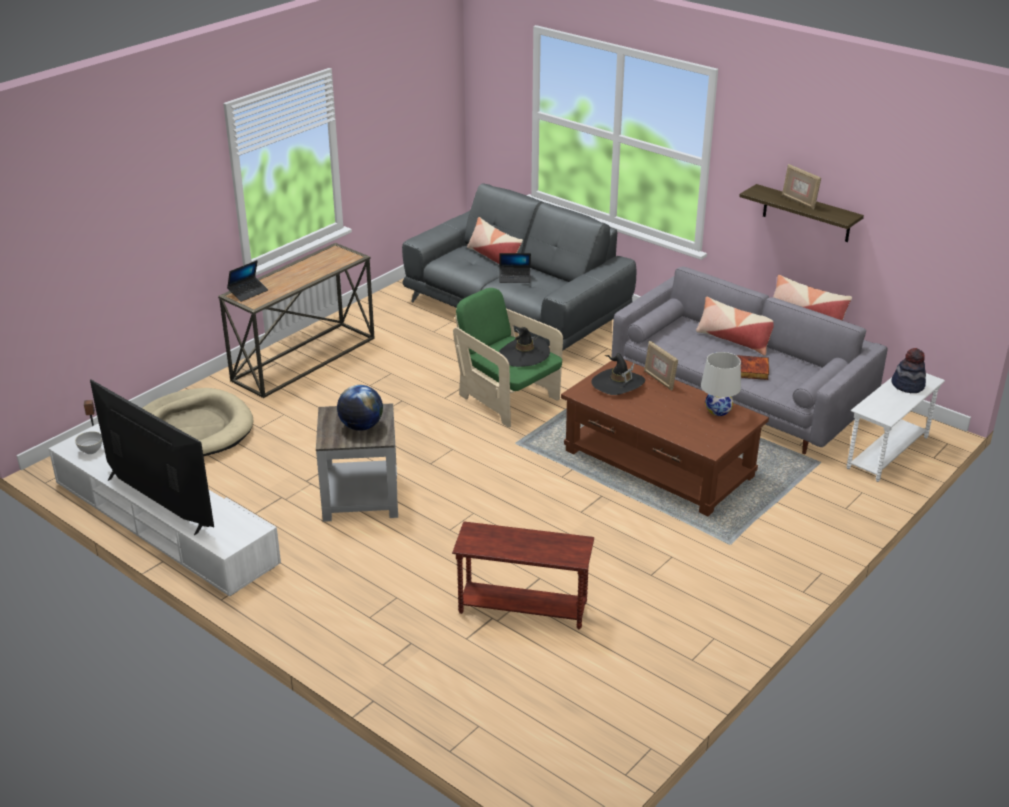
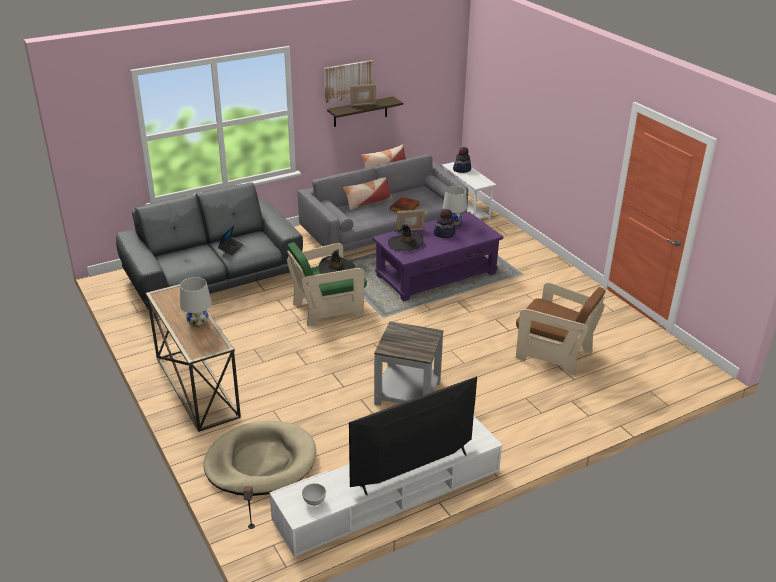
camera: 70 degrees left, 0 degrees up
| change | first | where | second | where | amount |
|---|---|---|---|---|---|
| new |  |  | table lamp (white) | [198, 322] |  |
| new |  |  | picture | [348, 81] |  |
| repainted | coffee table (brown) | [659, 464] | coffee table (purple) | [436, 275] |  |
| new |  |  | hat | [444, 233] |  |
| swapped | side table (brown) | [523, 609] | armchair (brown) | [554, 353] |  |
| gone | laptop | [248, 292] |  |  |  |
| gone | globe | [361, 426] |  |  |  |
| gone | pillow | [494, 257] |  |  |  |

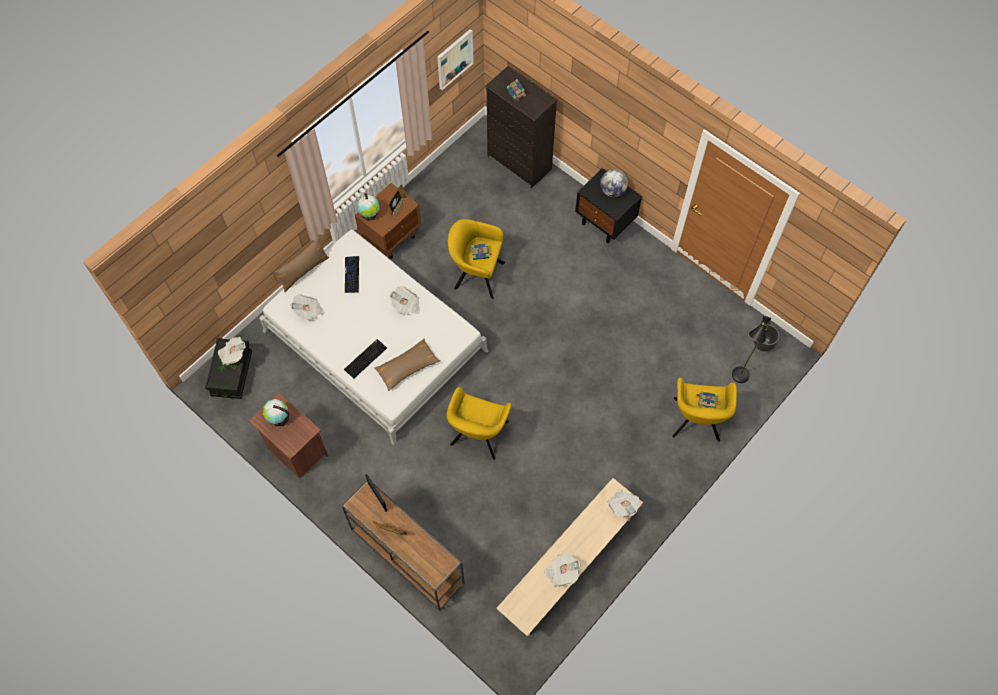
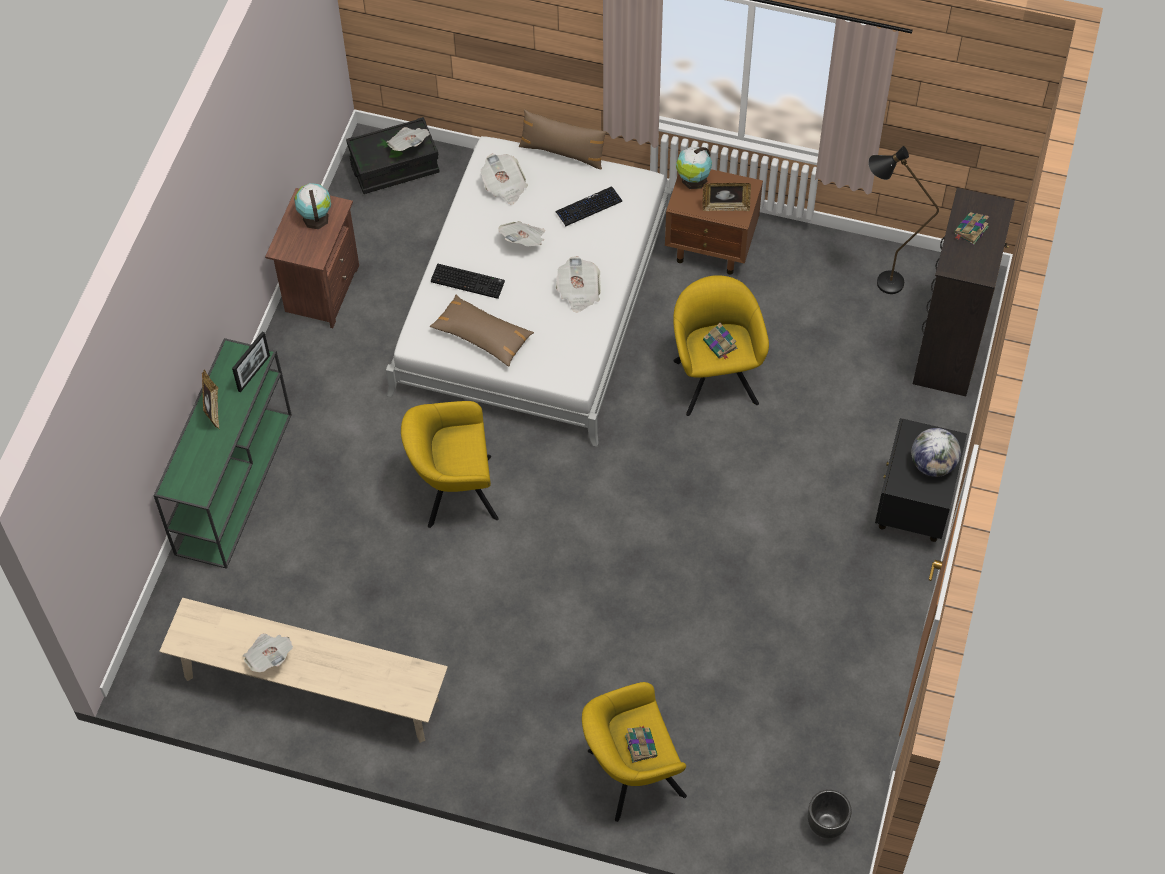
camera: 65 degrees right, 5 degrees down
| change | first | where | second | where | amount |
|---|---|---|---|---|---|
| repainted | console table (brown) | [406, 555] | console table (green) | [234, 482] |  |
| shifted | newspaper | [623, 505] |  | [524, 241] |  |
| shifted | floor lamp (black) | [737, 380] |  | [879, 282] |  |
| gone | picture | [454, 59] |  |  |  |

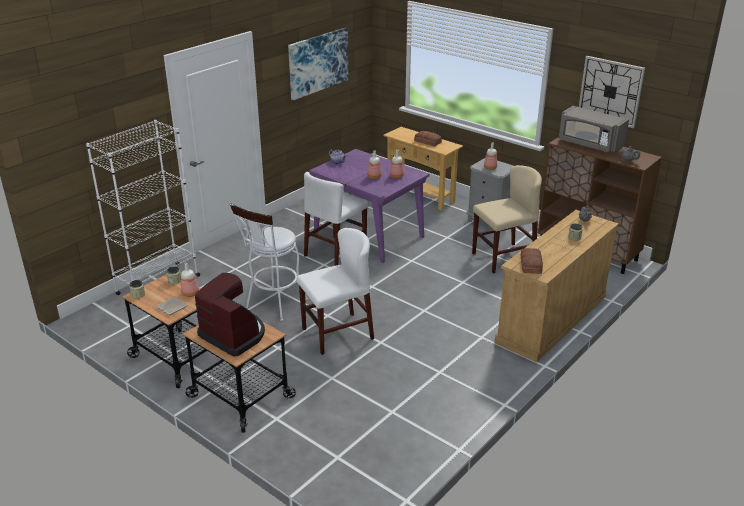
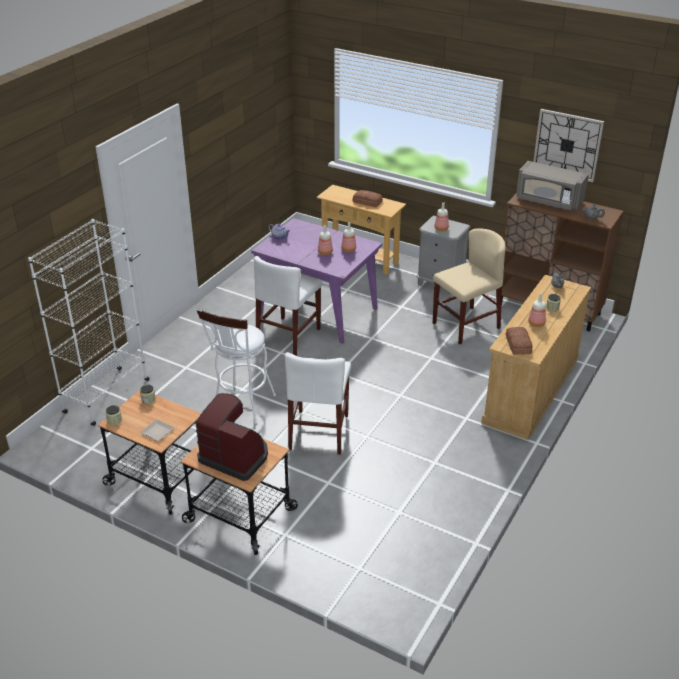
camera: 10 degrees left, 5 degrees up
| change | first | where | second | where | amount |
|---|---|---|---|---|---|
| rotated | chair (white) | [337, 333] |  | [319, 431] | 135 degrees clockwise |
| shifted | bottle | [190, 293] |  | [536, 323] |  |
| gone | picture | [318, 62] |  |  |  |

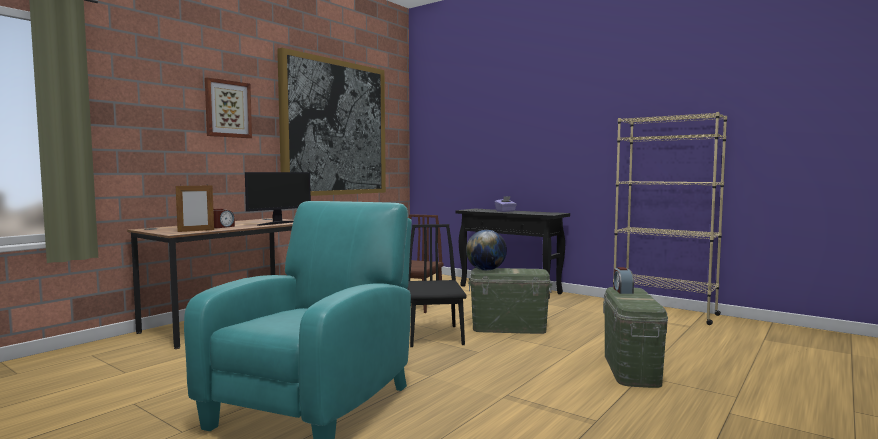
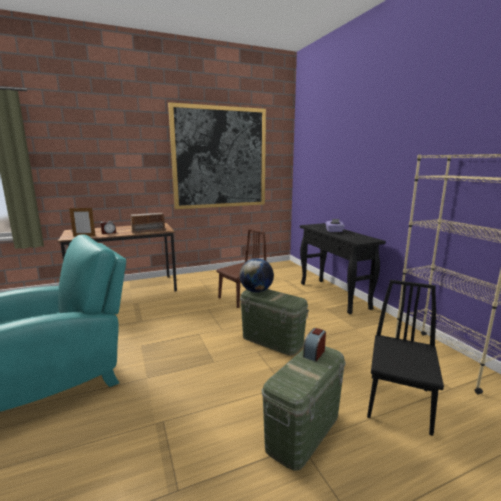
camera: 30 degrees right, 10 degrees up
| change | first | where | second | where | amount |
|---|---|---|---|---|---|
| swapped | monitor | [279, 223] | radio | [148, 231] |  |
| shifted | chair (black) | [434, 336] |  | [398, 402] |  |
| gone | picture | [227, 109] |  |  |  |

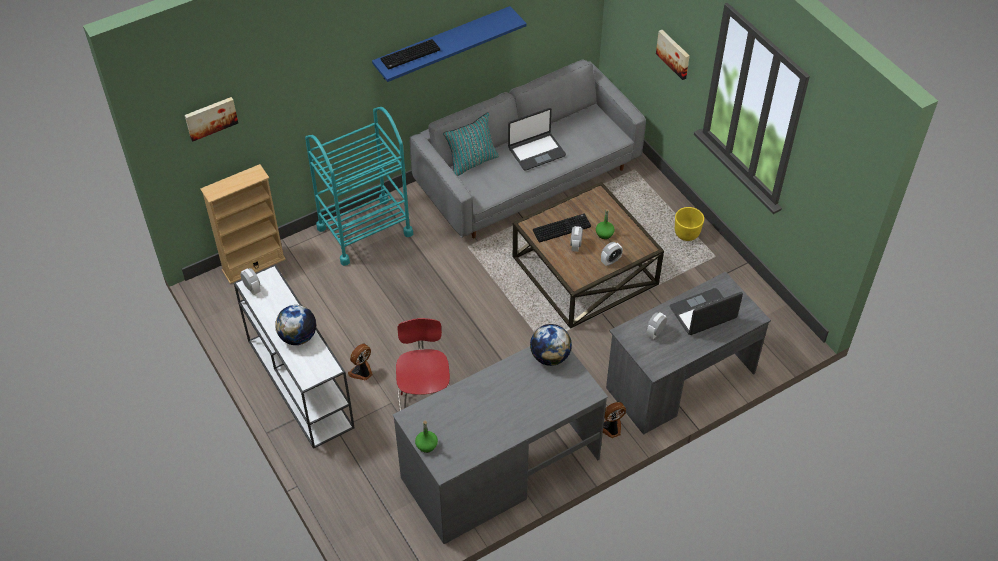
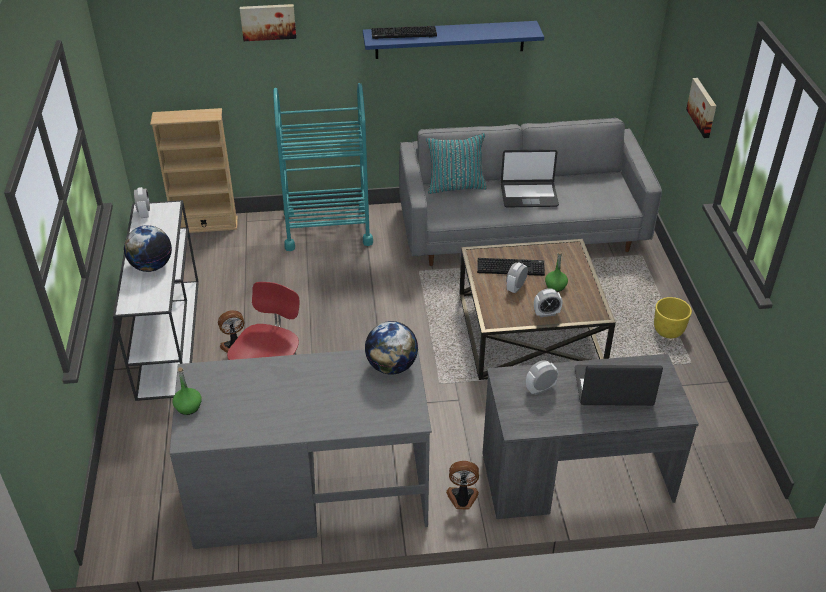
camera: 25 degrees right, 10 degrees down
| change | first | where | second | where | amount |
|---|---|---|---|---|---|
| shifted | picture | [210, 117] |  | [268, 21] |  |

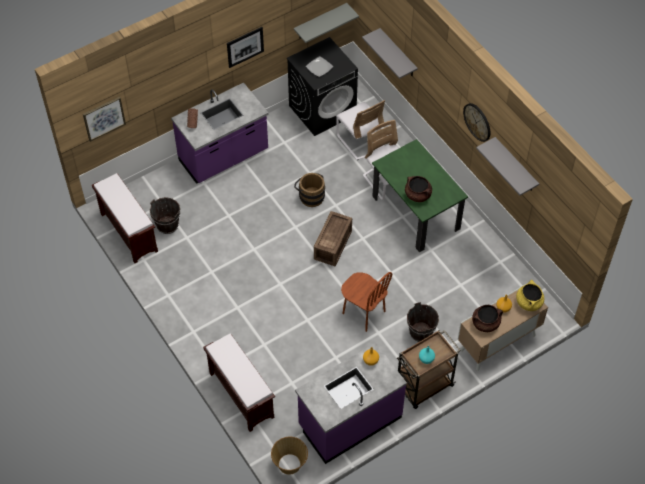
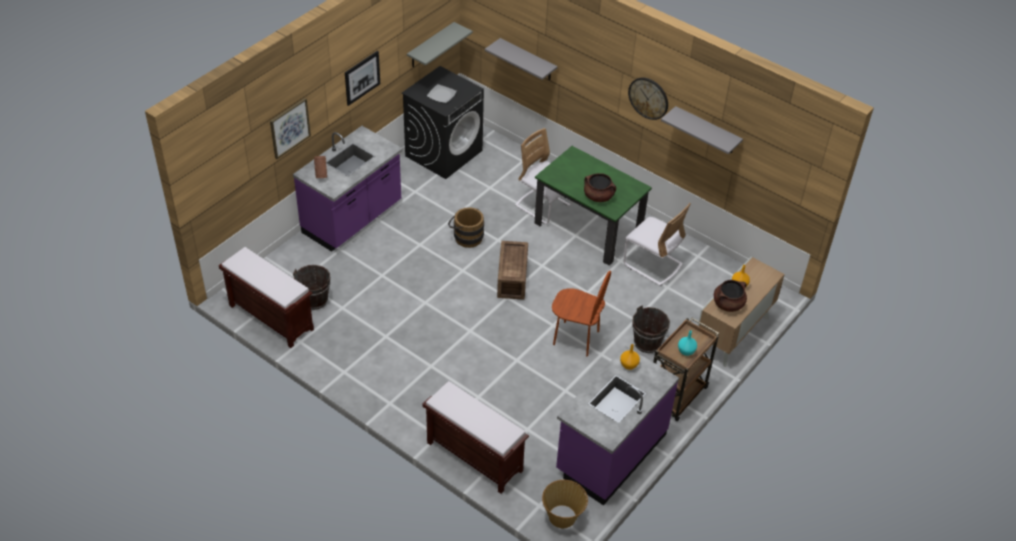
camera: 20 degrees left, 10 degrees down
| change | first | where | second | where | amount |
|---|---|---|---|---|---|
| shifted | picture | [104, 118] |  | [289, 128] |  |
| shifted | chair (white) | [360, 141] |  | [652, 264] |  |
| gone | cooking pot (yellow) | [528, 302] |  |  |  |

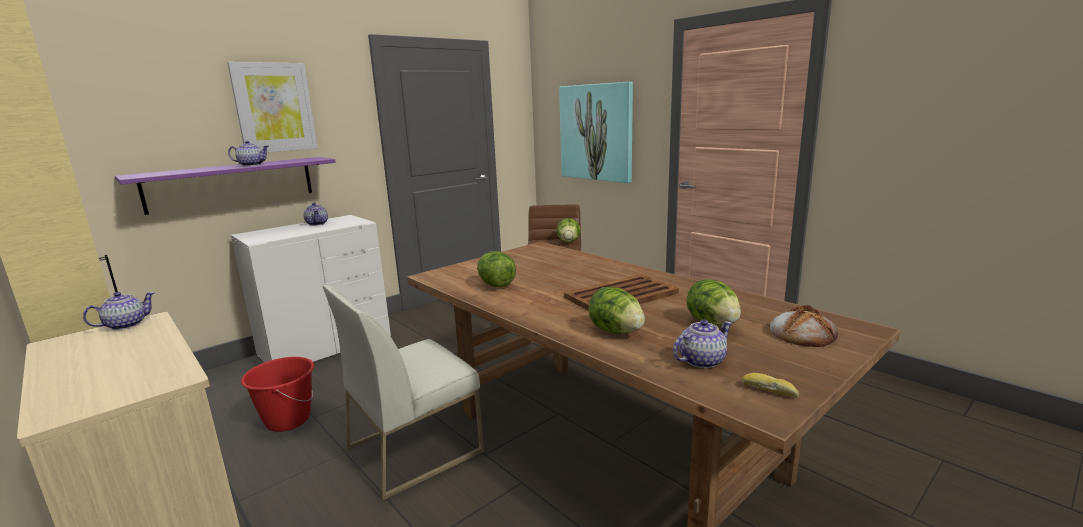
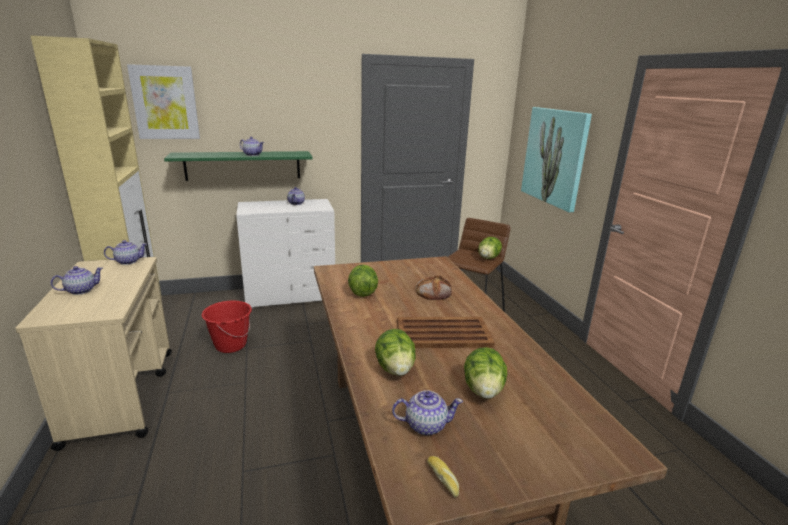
camera: 25 degrees right, 5 degrees up
| change | first | where | second | where | amount |
|---|---|---|---|---|---|
| new |  |  | teapot | [80, 290] |  |
| shifted | picture | [274, 107] |  | [165, 103] |  |
| repainted | shelf (purple) | [231, 184] | shelf (green) | [243, 165] |  |
| shifted | bread | [802, 333] |  | [434, 292] |  |
| gone | chair (white) | [414, 449] |  |  |  |

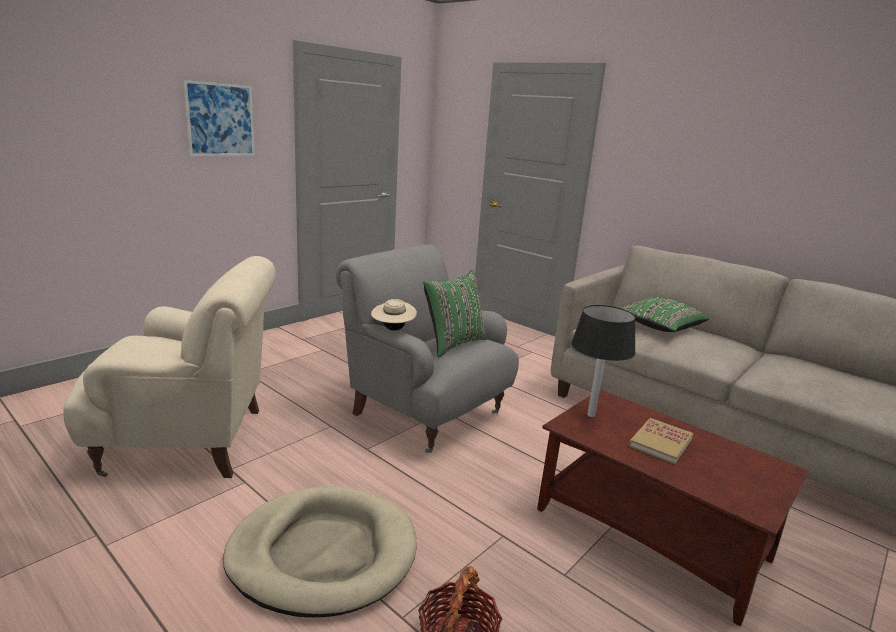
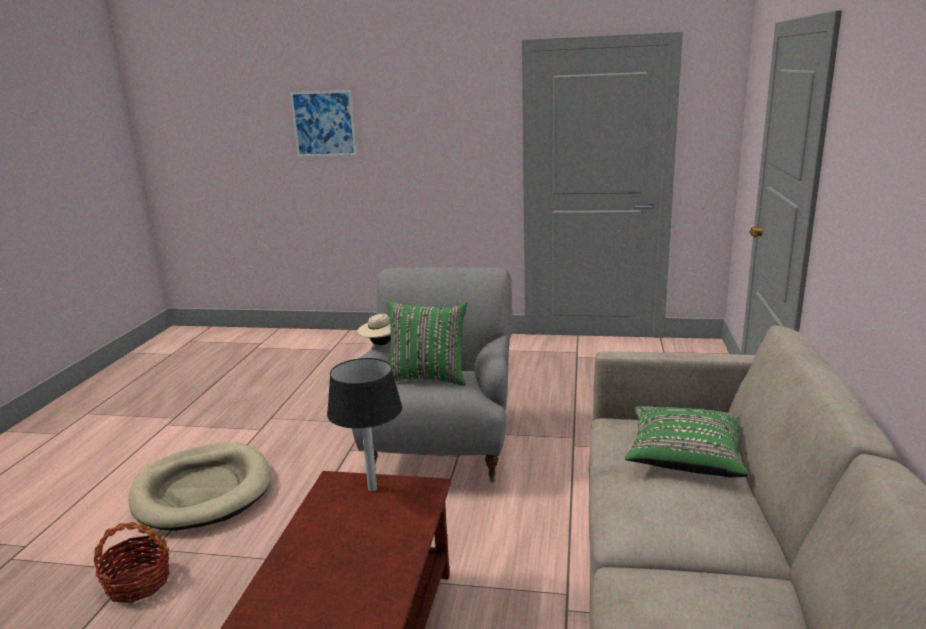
camera: 60 degrees right, 0 degrees up
| change | first | where | second | where | amount |
|---|---|---|---|---|---|
| shifted | picture | [220, 120] |  | [324, 123] |  |
| gone | armchair (beige) | [190, 441] |  |  |  |
| gone | book | [660, 443] |  |  |  |

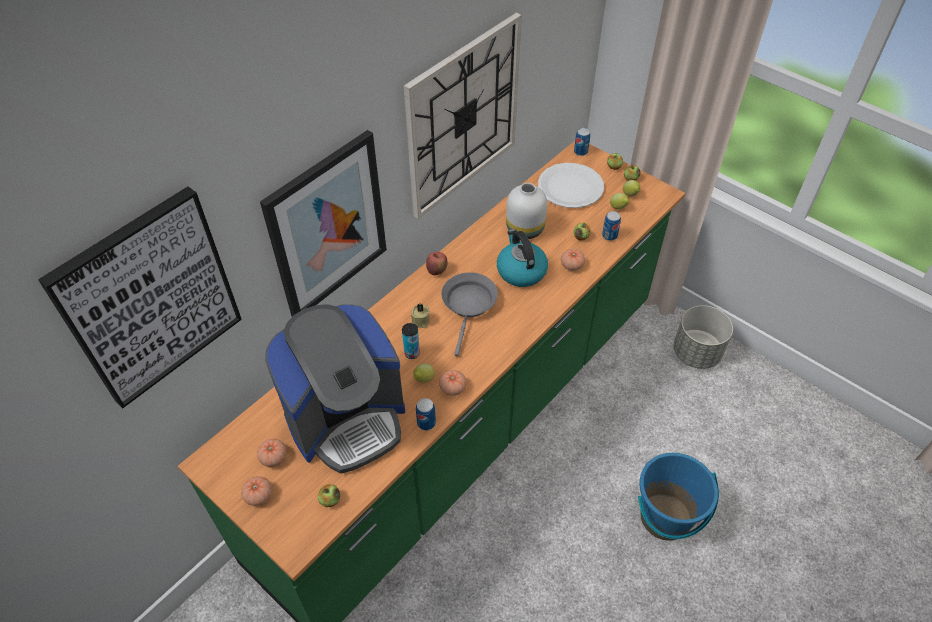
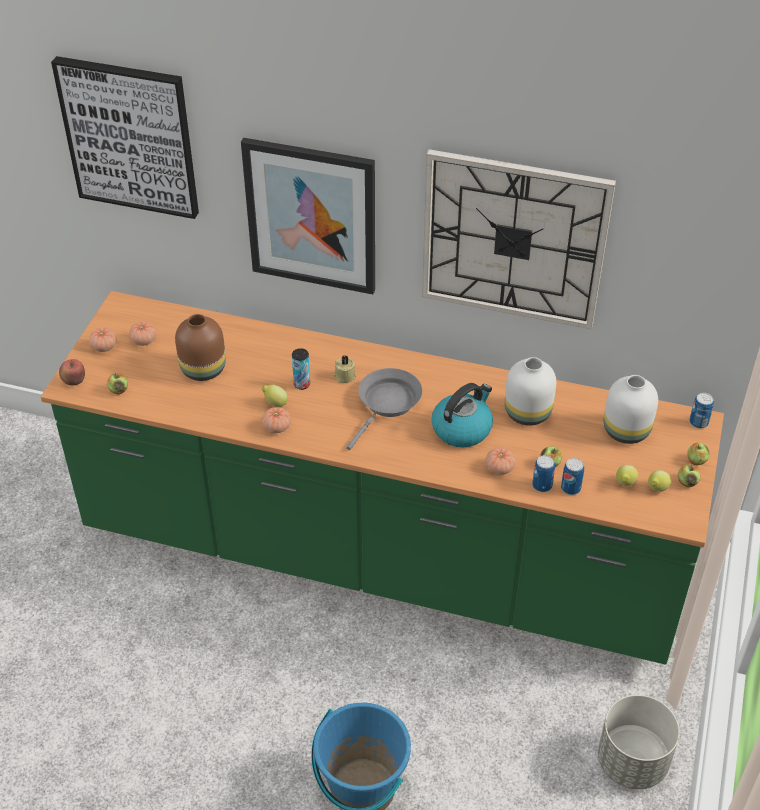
camera: 65 degrees right, 5 degrees down
| change | first | where | second | where | amount |
|---|---|---|---|---|---|
| shifted | apple | [437, 271] |  | [74, 382] |  |
| swapped | coffee machine | [347, 419] | vase (brown) | [204, 369] |  |
| rotated | frying pan (grey) | [469, 305] |  | [387, 404] | 45 degrees counterclockwise |
| shifted | can | [426, 423] |  | [542, 485] |  |
| swapped | plate (white) | [570, 187] | vase (white) | [627, 431] |  |

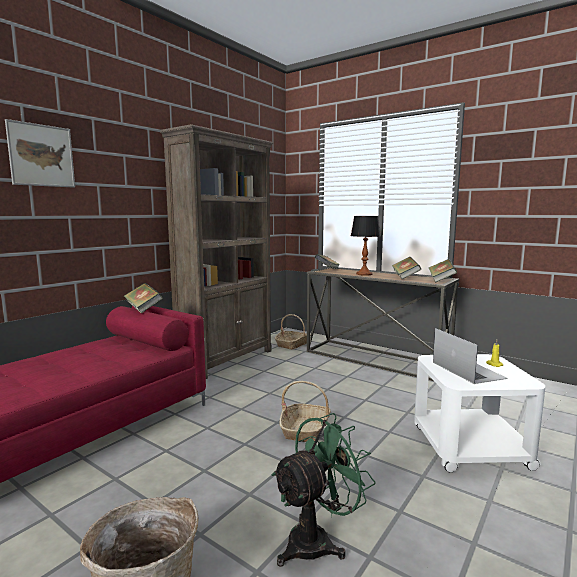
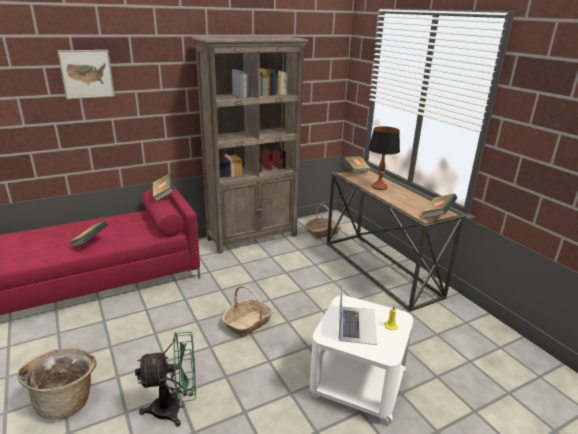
camera: 25 degrees right, 15 degrees up
| change | first | where | second | where | amount |
|---|---|---|---|---|---|
| shifted | book | [405, 277] |  | [90, 243] |  |

